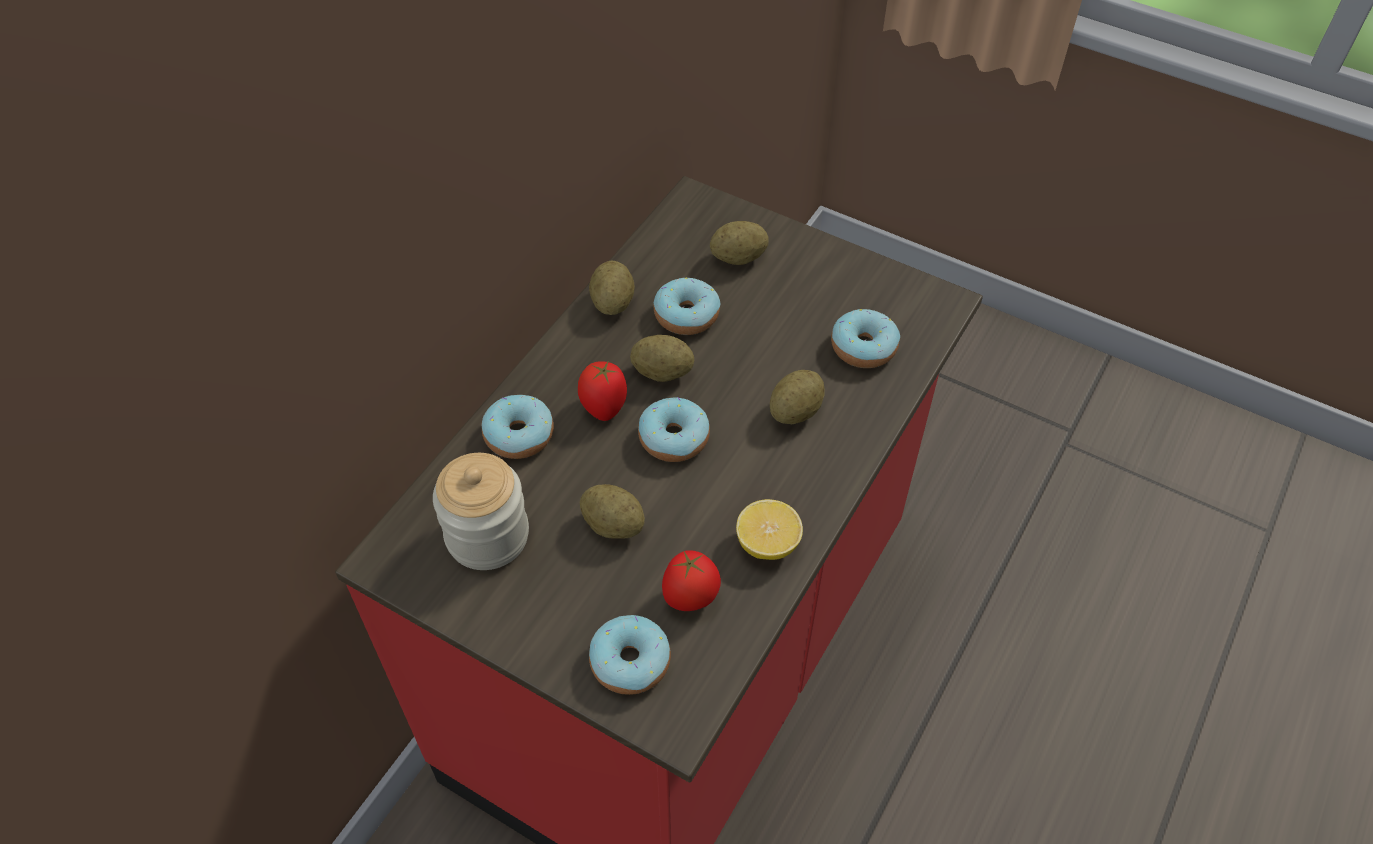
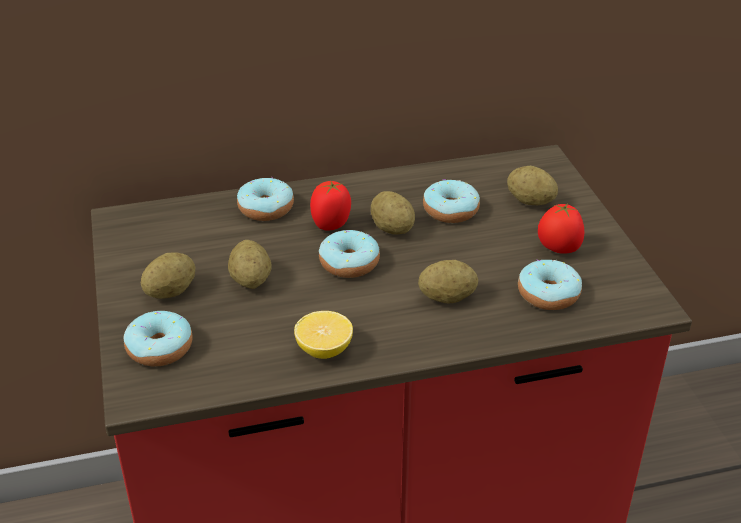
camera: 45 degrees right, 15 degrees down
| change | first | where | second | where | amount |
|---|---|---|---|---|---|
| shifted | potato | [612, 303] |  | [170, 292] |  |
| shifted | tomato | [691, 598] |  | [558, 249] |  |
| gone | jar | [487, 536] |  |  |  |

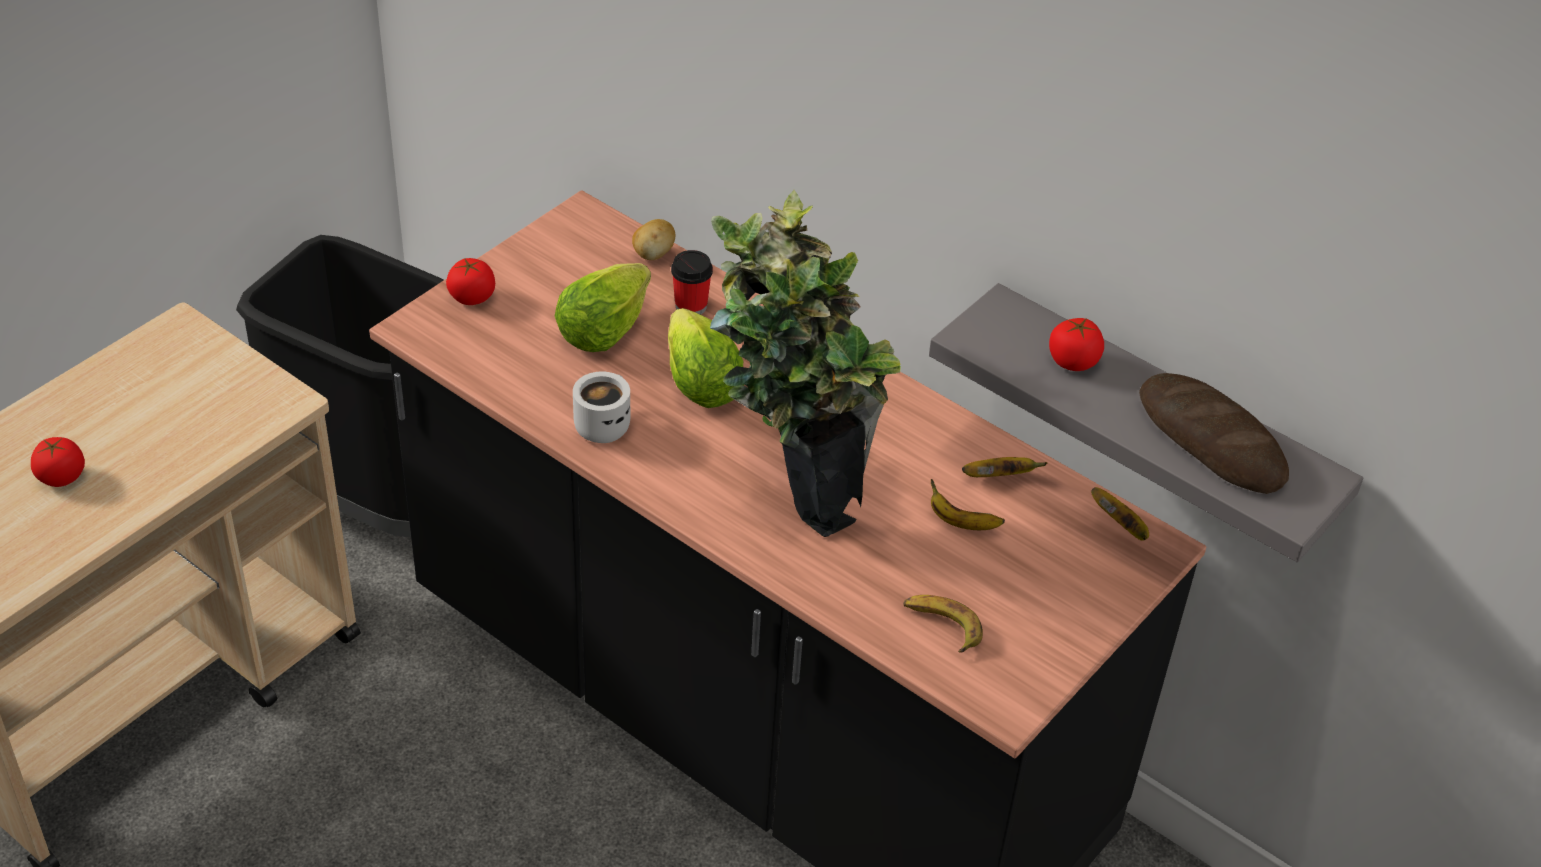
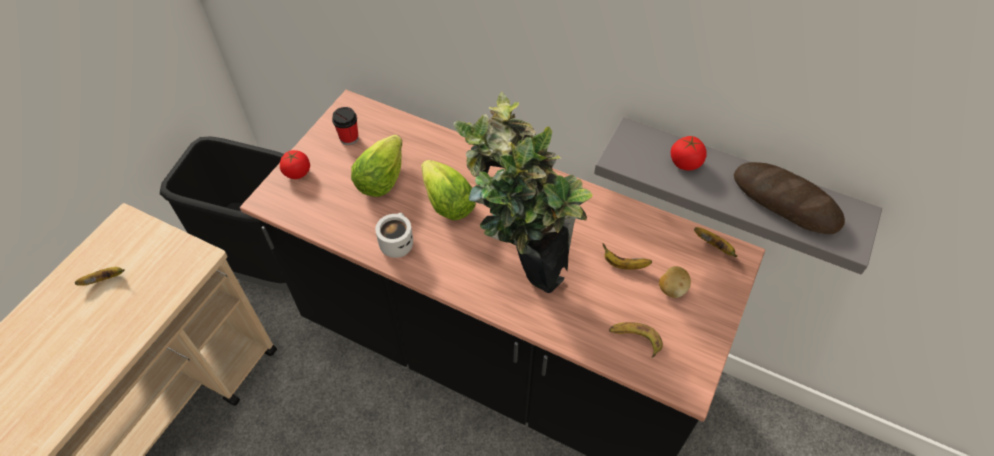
camera: 10 degrees left, 10 degrees up
| change | first | where | second | where | amount |
|---|---|---|---|---|---|
| shifted | banana | [999, 476] |  | [105, 279] |  |
| shifted | cup | [691, 306] |  | [349, 138] |  |
| shifted | potato | [653, 254] |  | [672, 289] |  |
| gone | tomato | [61, 476] |  |  |  |

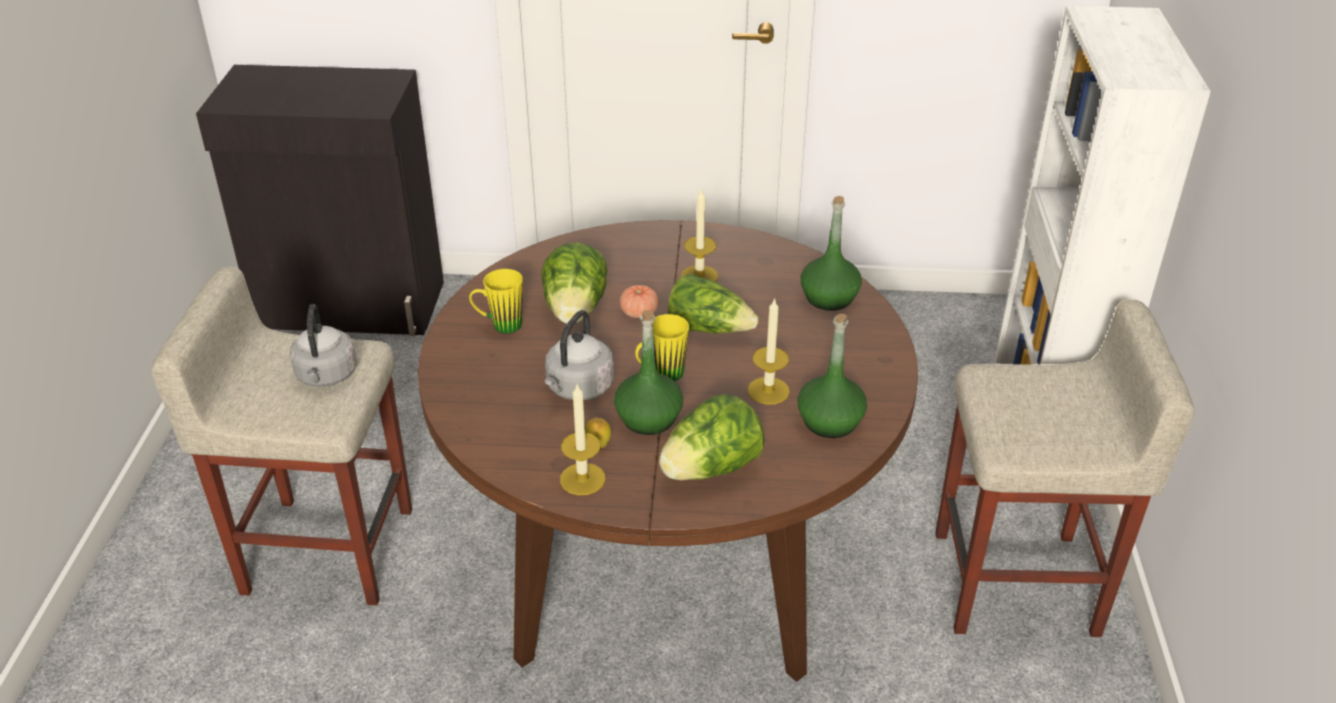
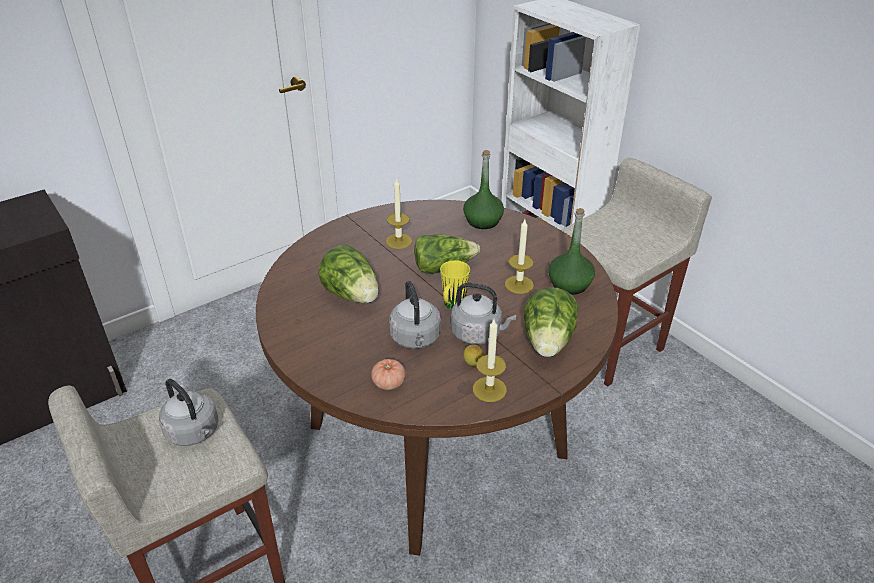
camera: 40 degrees left, 0 degrees up
| change | first | where | second | where | amount |
|---|---|---|---|---|---|
| shifted | tomato | [639, 313] |  | [388, 383] |  |
| swapped | bottle (green) | [649, 418] | kettle (grey) | [479, 334] |  |
| gone | mug (yellow) | [499, 326] |  |  |  |

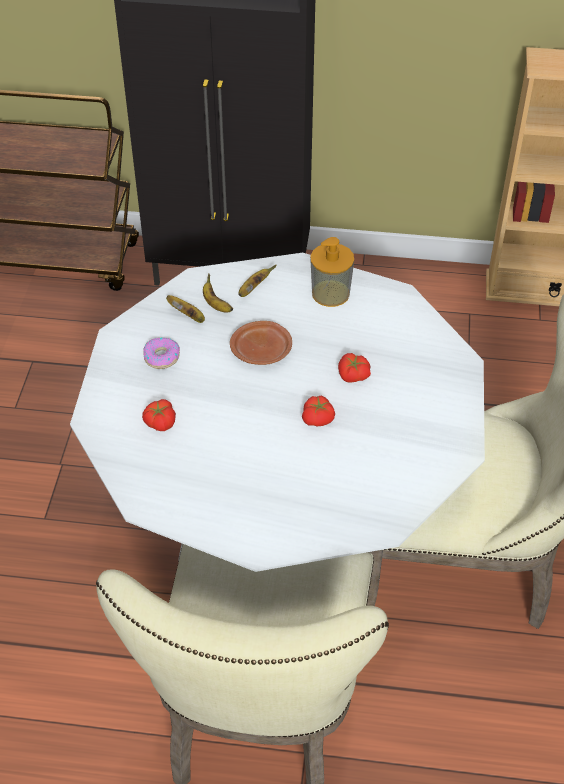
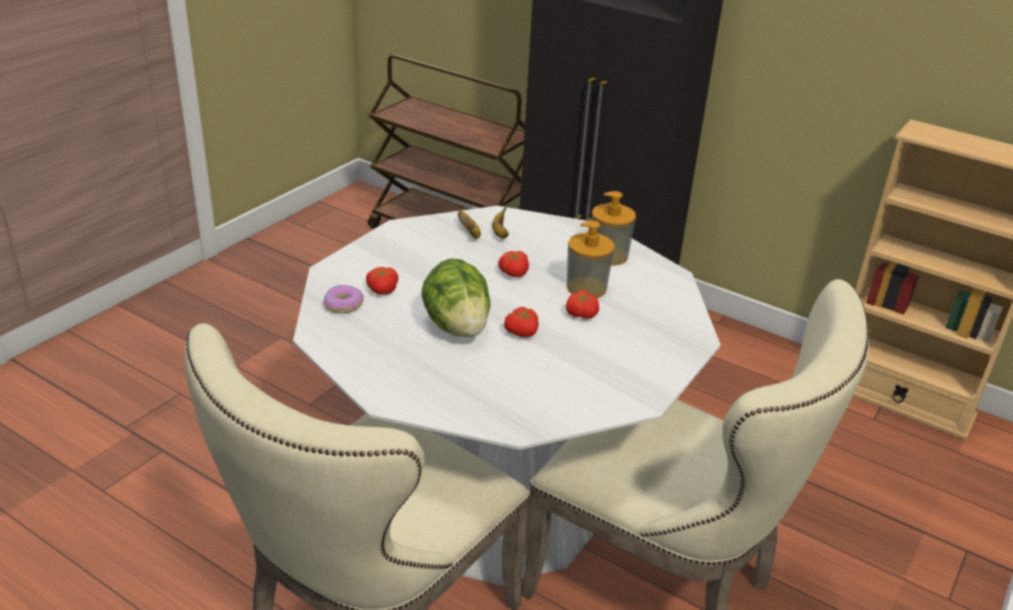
camera: 25 degrees right, 15 degrees down
| change | first | where | second | where | amount |
|---|---|---|---|---|---|
| shifted | donut | [161, 357] |  | [343, 304] |  |
| new |  |  | lettuce | [457, 327] |  |
| swapped | plate (brown) | [262, 351] | tomato | [513, 273] |  |
| new |  |  | soap dispenser | [586, 288] |  |
| gone | banana | [253, 288] |  |  |  |

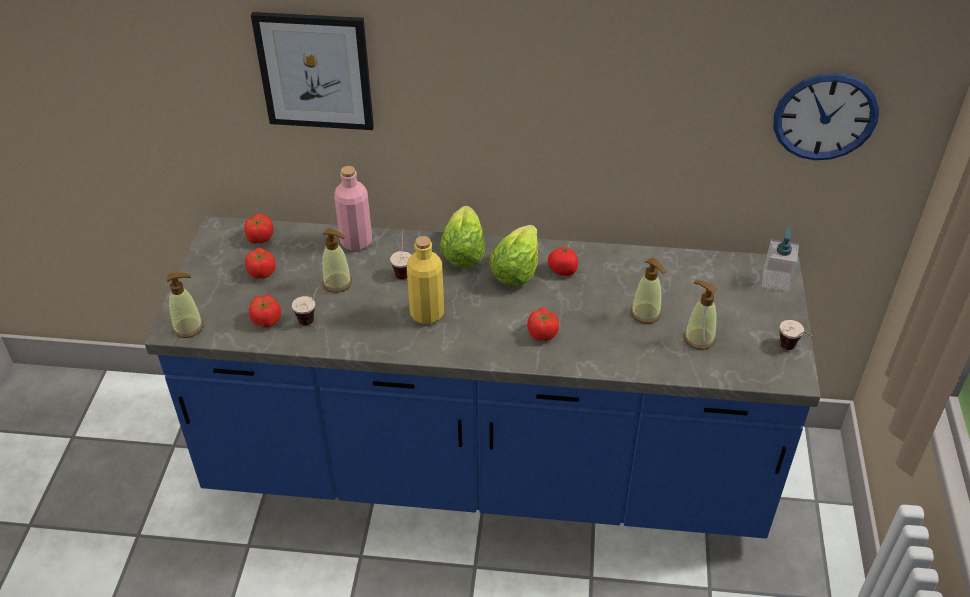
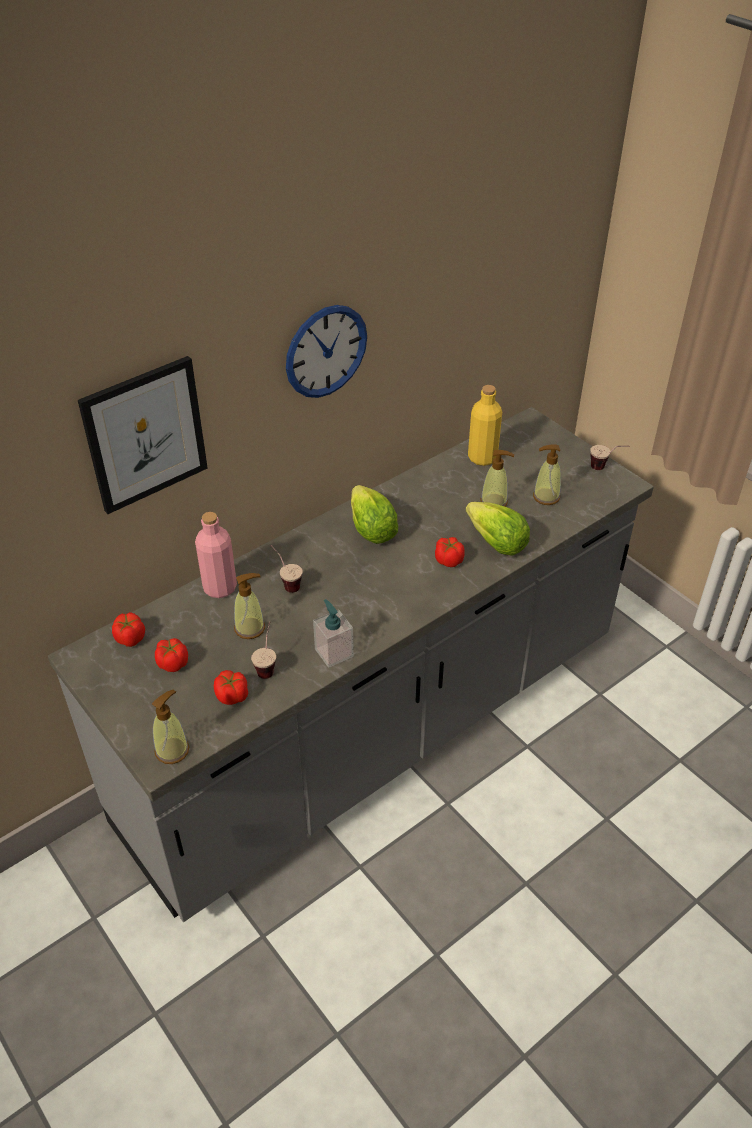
camera: 45 degrees left, 0 degrees up
| change | first | where | second | where | amount |
|---|---|---|---|---|---|
| repainted | counter (blue) | [485, 471] | counter (grey) | [375, 732] |  |
| shifted | wall clock | [825, 117] |  | [326, 351] |  |
| shifted | soap dispenser | [776, 279] |  | [334, 652] |  |
| shifted | lettuce | [463, 253] |  | [496, 543] |  |
| shifted | bottle (yellow) | [427, 314] |  | [482, 458] |  |
| gone | tomato | [563, 270] |  |  |  |

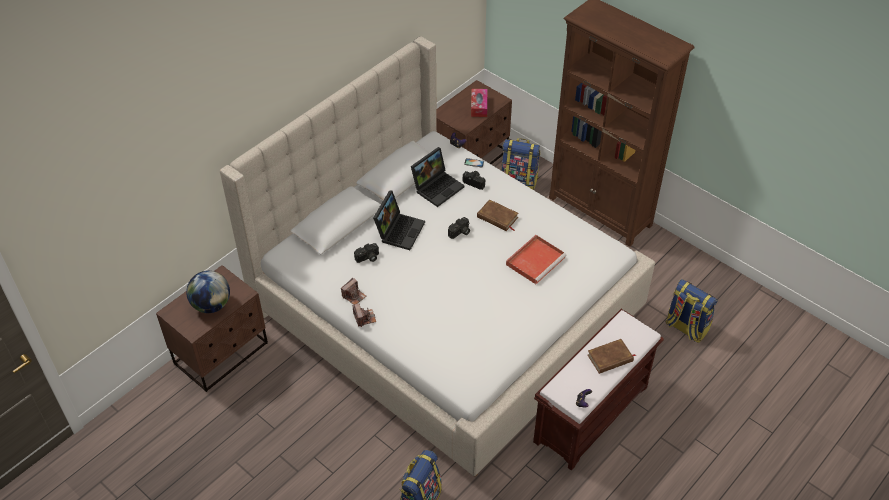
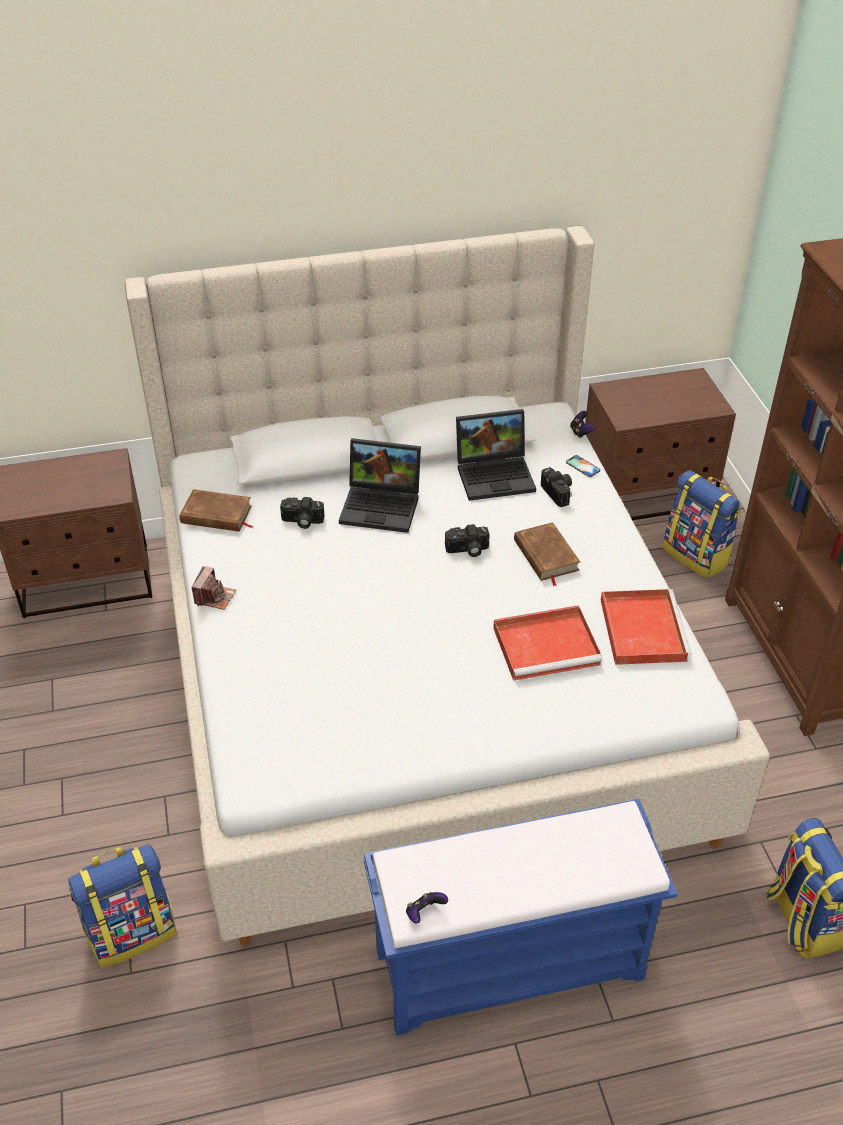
camera: 35 degrees right, 5 degrees down
| change | first | where | second | where | amount |
|---|---|---|---|---|---|
| shifted | book (brown) | [610, 358] |  | [216, 515] |  |
| rotated | laptop | [399, 230] |  | [383, 505] | 45 degrees clockwise |
| repainted | bench (brown) | [591, 413] | bench (blue) | [511, 962] |  |
| new |  |  | tray (red) | [641, 628] |  |
| gone | globe | [211, 305] |  |  |  |
| gone | photo camera | [354, 296] |  |  |  |
| gone | tissue box | [479, 106] |  |  |  |

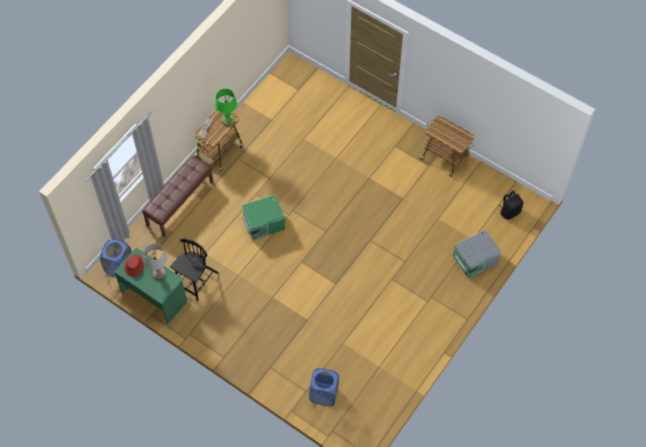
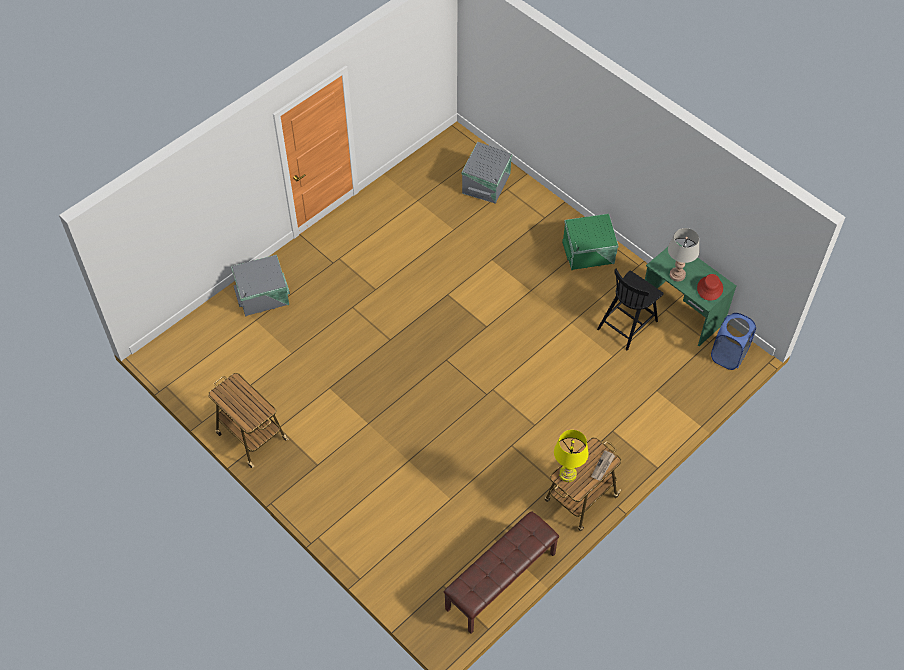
camera: 170 degrees left, 5 degrees down
| change | first | where | second | where | amount |
|---|---|---|---|---|---|
| shifted | bench (brown) | [180, 203] |  | [501, 582] |  |
| swapped | laundry basket (blue) | [324, 394] | storage box (grey) | [487, 183] |  |
| repainted | table lamp (green) | [228, 120] | table lamp (yellow) | [567, 474] |  |
| shifted | storage box (green) | [263, 223] |  | [589, 253] |  |
| gone | backpack (black) | [509, 211] |  |  |  |

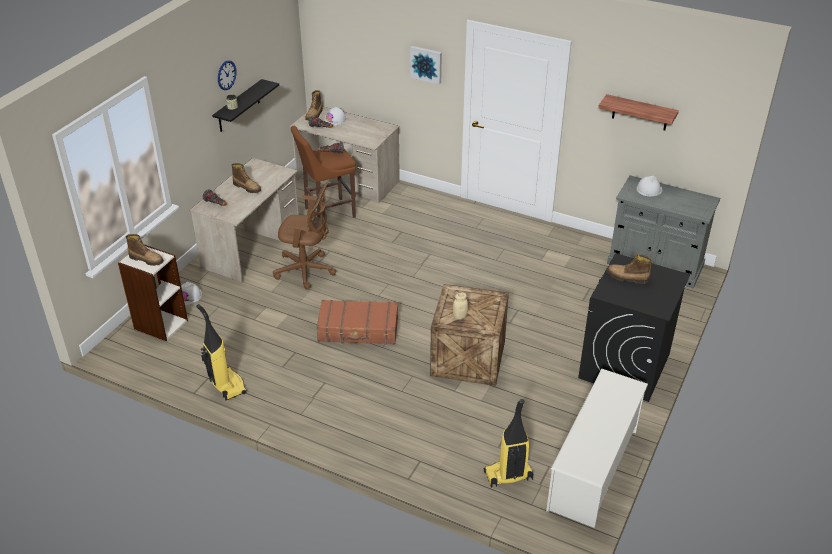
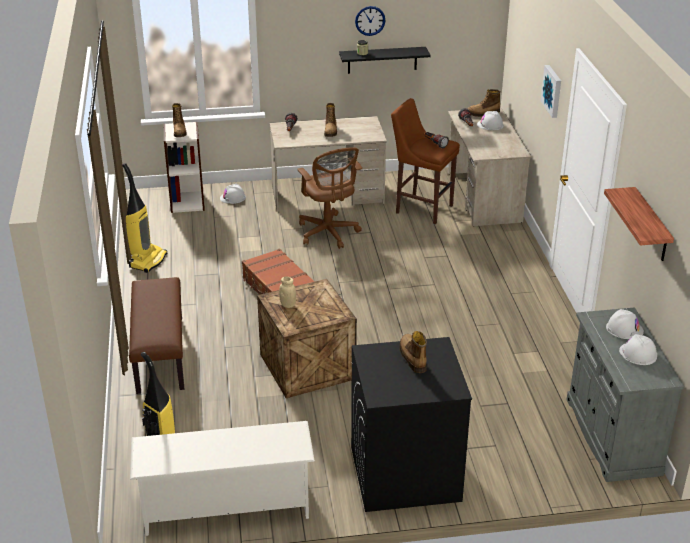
camera: 55 degrees right, 5 degrees down
| change | first | where | second | where | amount |
|---|---|---|---|---|---|
| new |  |  | bench (brown) | [159, 354] |  |
| new |  |  | hard hat (white) | [638, 354] |  |

